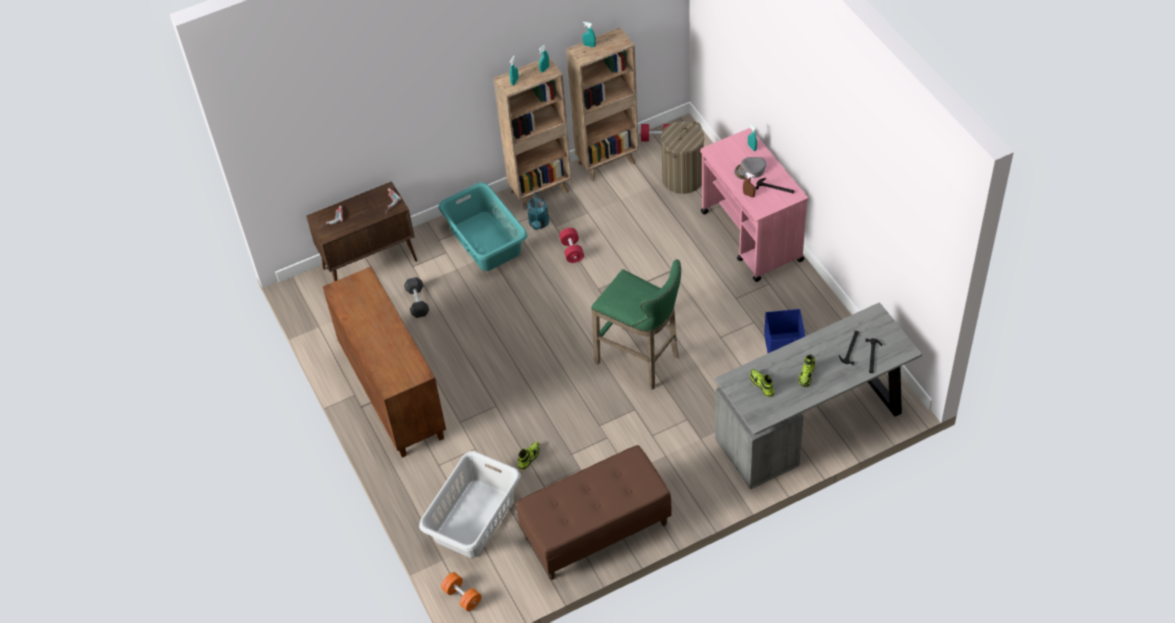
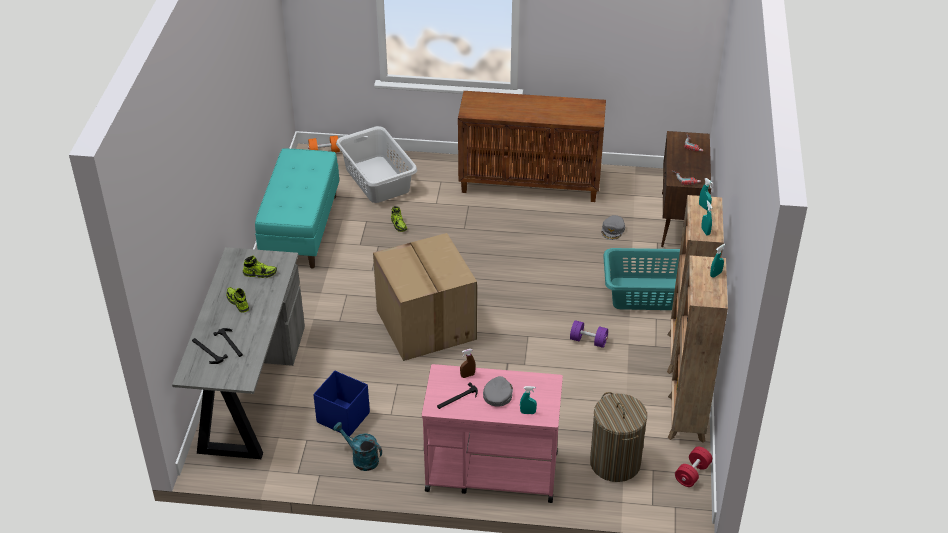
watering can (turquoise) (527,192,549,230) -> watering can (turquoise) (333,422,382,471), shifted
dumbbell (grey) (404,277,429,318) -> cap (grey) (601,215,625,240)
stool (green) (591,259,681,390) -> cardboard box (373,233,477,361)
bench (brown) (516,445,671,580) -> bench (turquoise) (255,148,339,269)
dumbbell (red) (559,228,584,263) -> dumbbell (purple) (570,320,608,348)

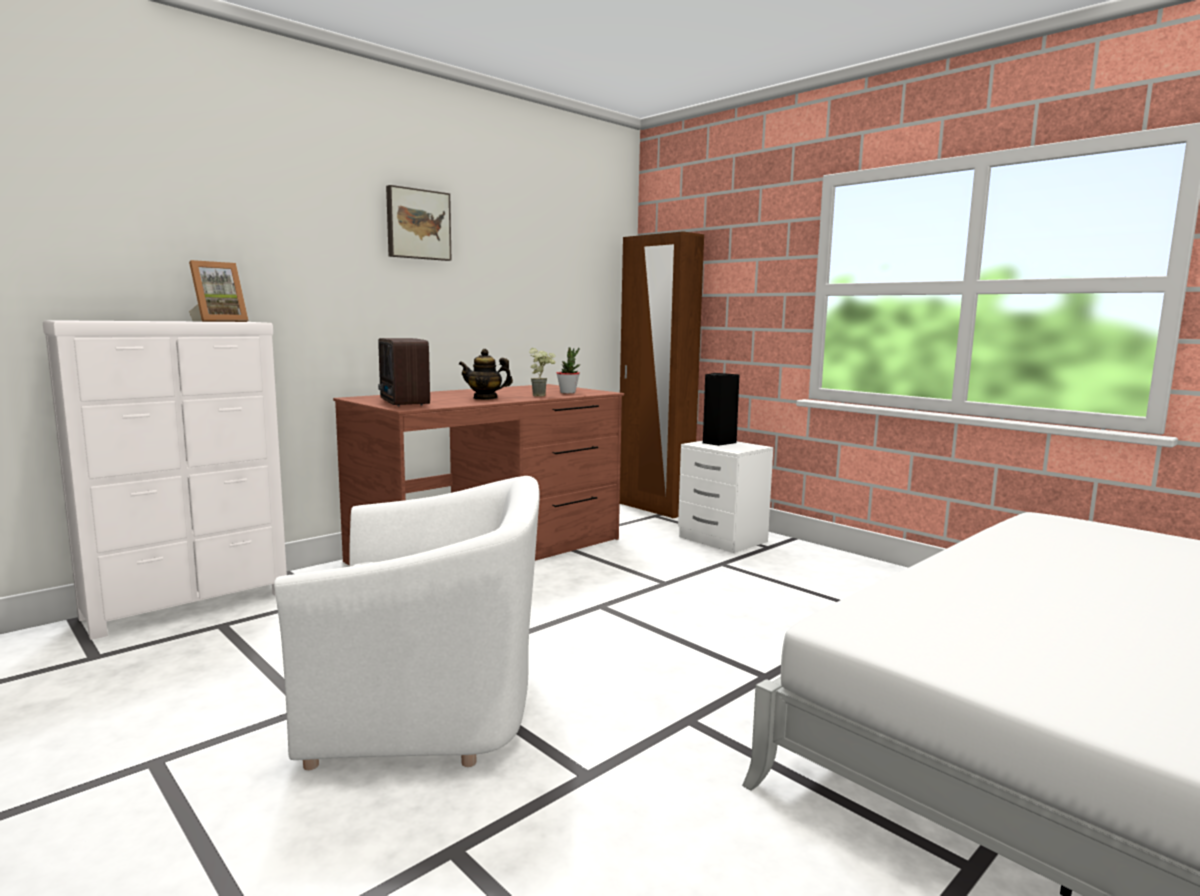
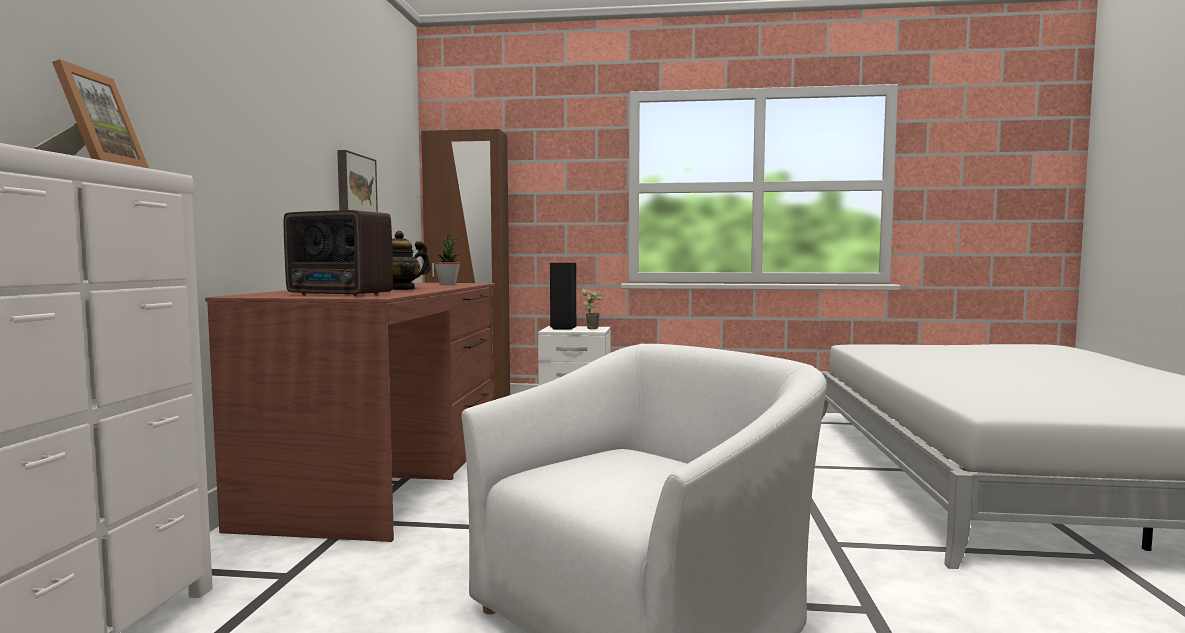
picture (386,185,451,261) -> picture (337,150,378,212), shifted
potted plant (529,348,556,397) -> potted plant (581,288,603,329), shifted

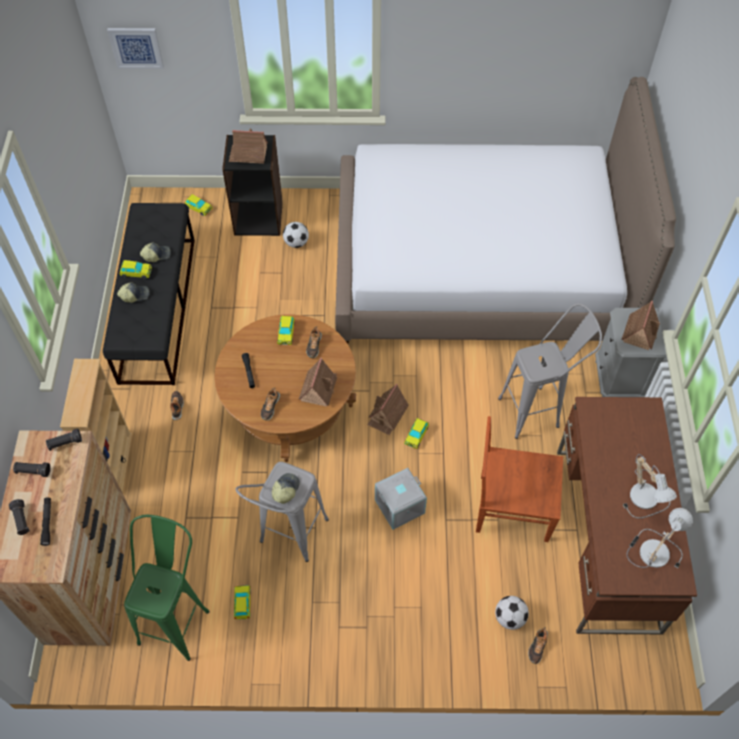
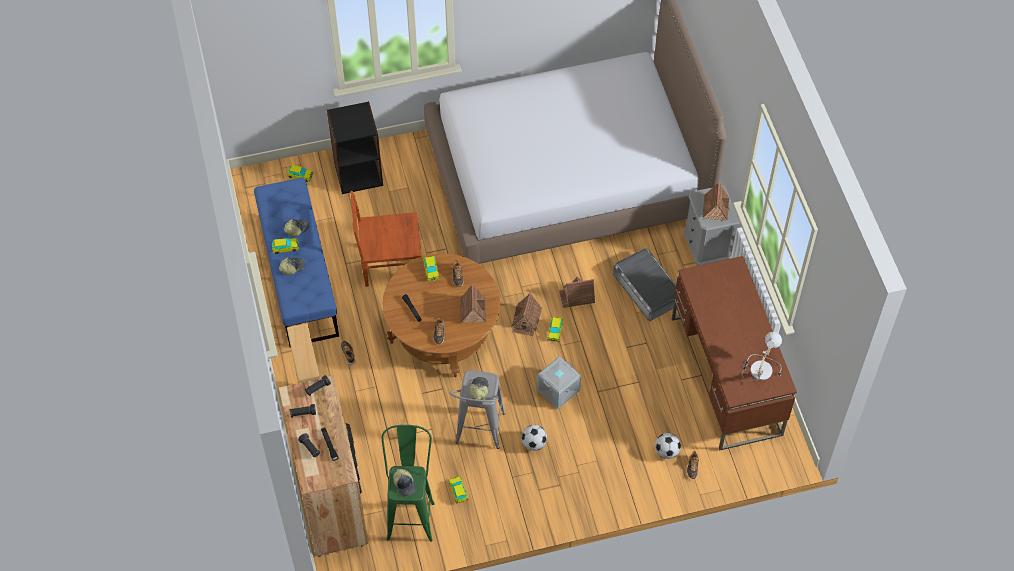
picture (107,28,164,69) -> none
table lamp (623,454,677,518) -> none
none -> cap (393,468,416,497)
toy house (229,128,268,164) -> toy house (559,276,595,308), shifted
football (283,222,309,248) -> football (521,425,547,451), shifted
chair (brown) (476,416,563,542) -> chair (brown) (350,191,422,287), shifted
stool (grey) (498,303,602,439) -> storage box (grey) (613,248,676,321)
bench (black) (103,203,195,385) -> bench (blue) (254,178,339,347)

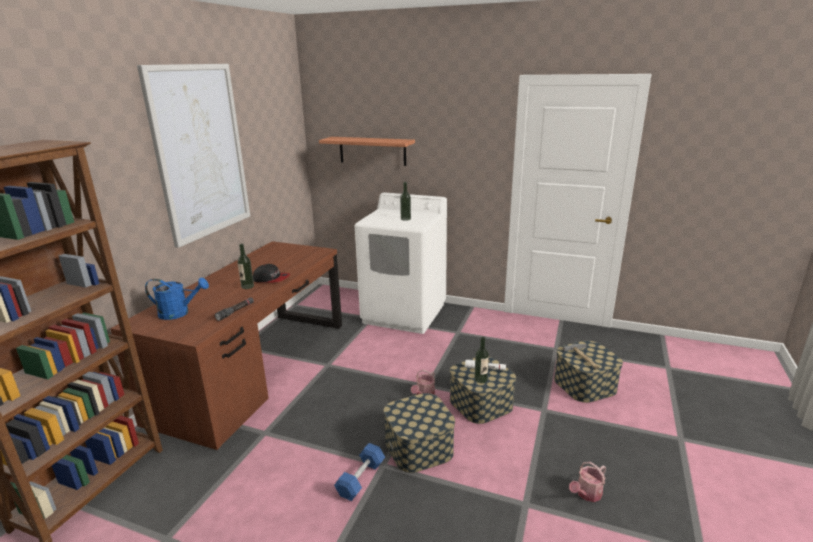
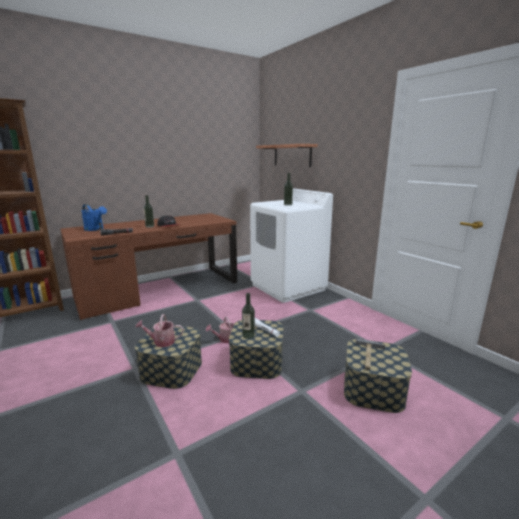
picture (137,64,250,248) -> none
dumbbell (blue) (334,443,385,501) -> none
watering can (569,462,606,502) -> watering can (136,314,184,347), shifted

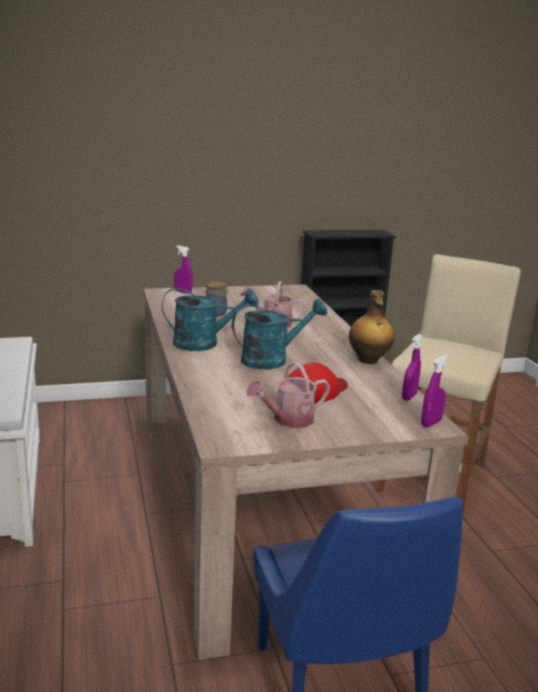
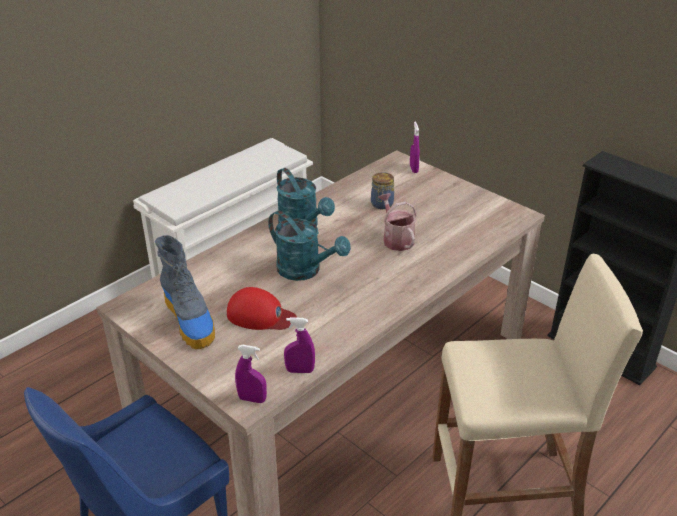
bottle (349,290,395,364) -> none
watering can (246,362,330,428) -> boot (155,235,215,349)

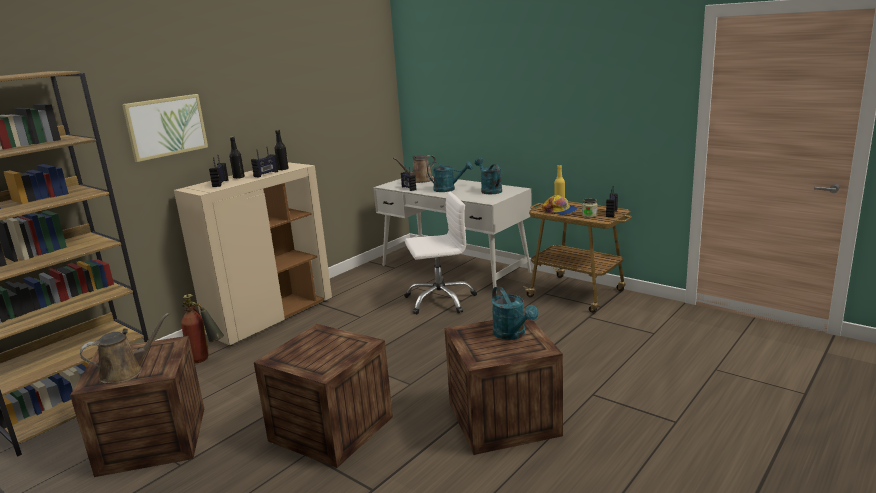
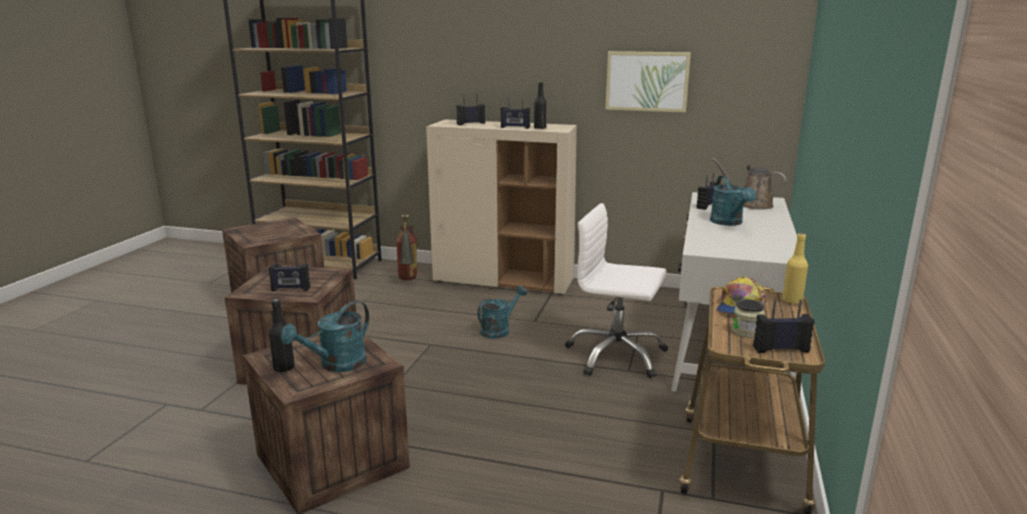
watering can (brown) (80,313,169,384) -> none
none -> radio (269,253,310,291)
picture (122,94,208,162) -> picture (605,51,691,113), shifted
bottle (black) (229,136,245,179) -> bottle (black) (269,299,295,372), shifted
watering can (turquoise) (475,158,502,194) -> watering can (turquoise) (477,286,527,339), shifted
office chair (white) (404,192,477,315) -> office chair (white) (565,203,668,378), 150 degrees clockwise

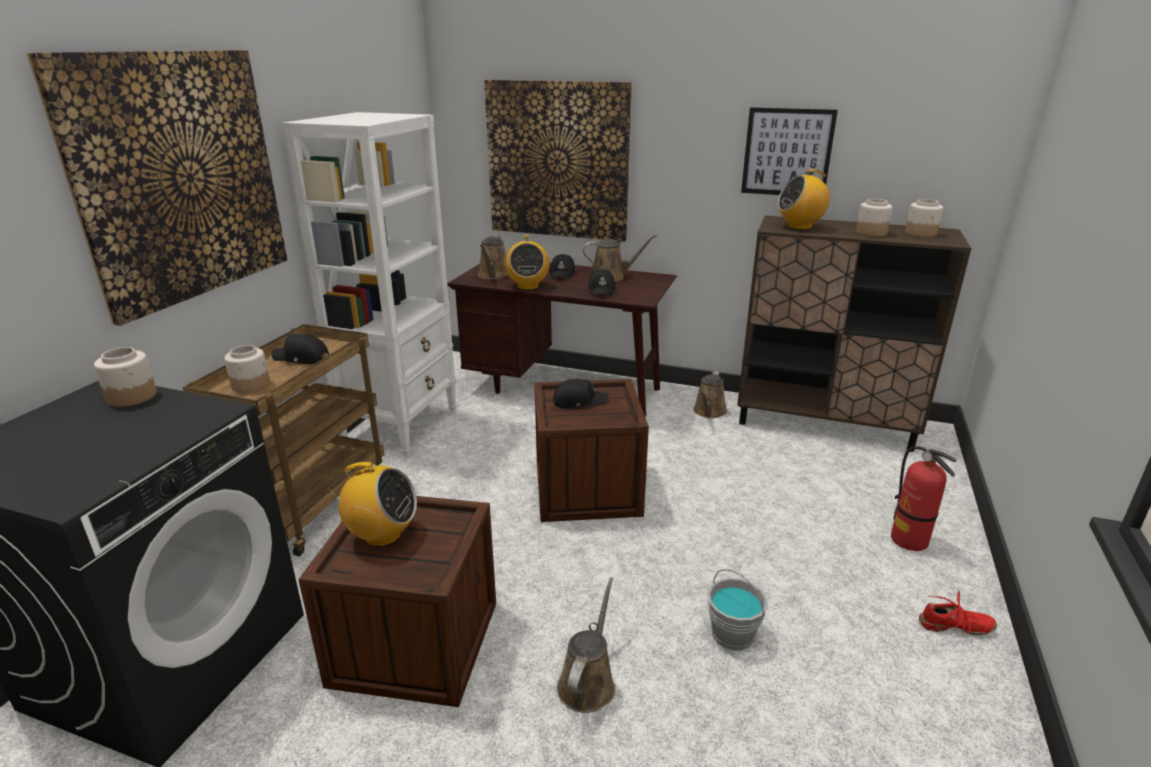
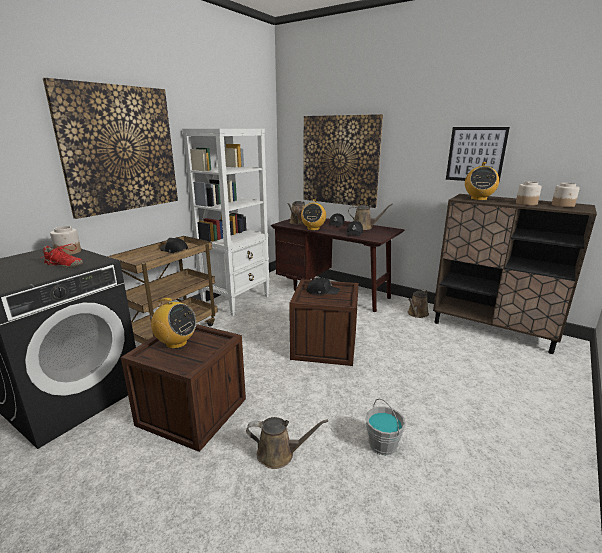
jar (224,345,270,393) -> none
fire extinguisher (891,446,956,551) -> none
shoe (red) (919,591,997,636) -> shoe (red) (41,244,83,268), shifted
watering can (brown) (557,577,615,713) -> watering can (brown) (246,417,328,469), 60 degrees clockwise
radio (777,169,830,230) -> radio (465,162,499,201), 75 degrees counterclockwise

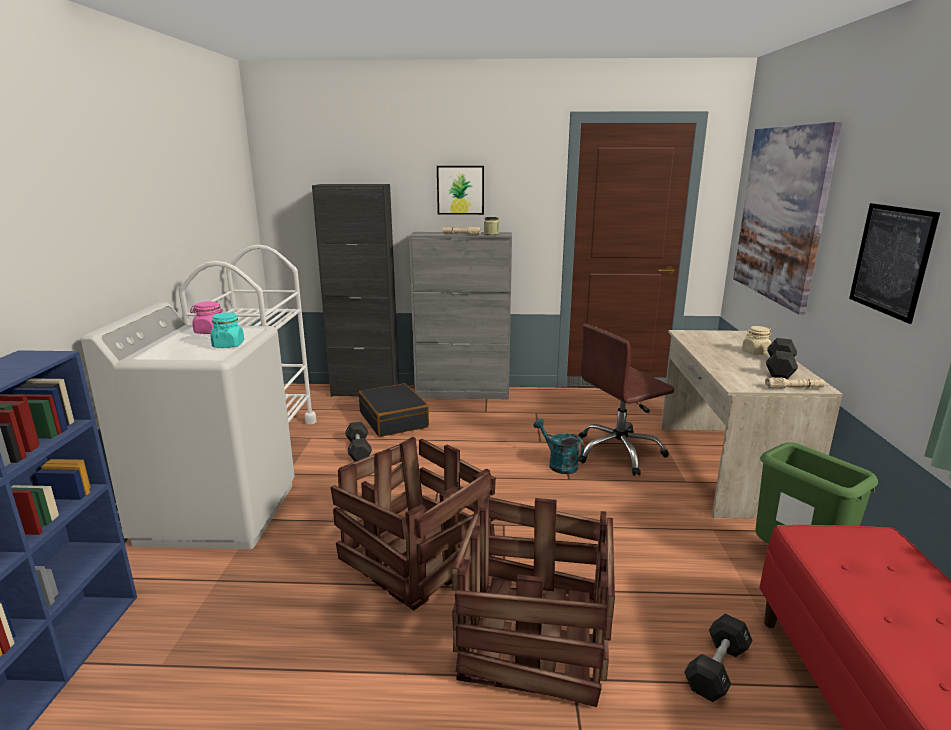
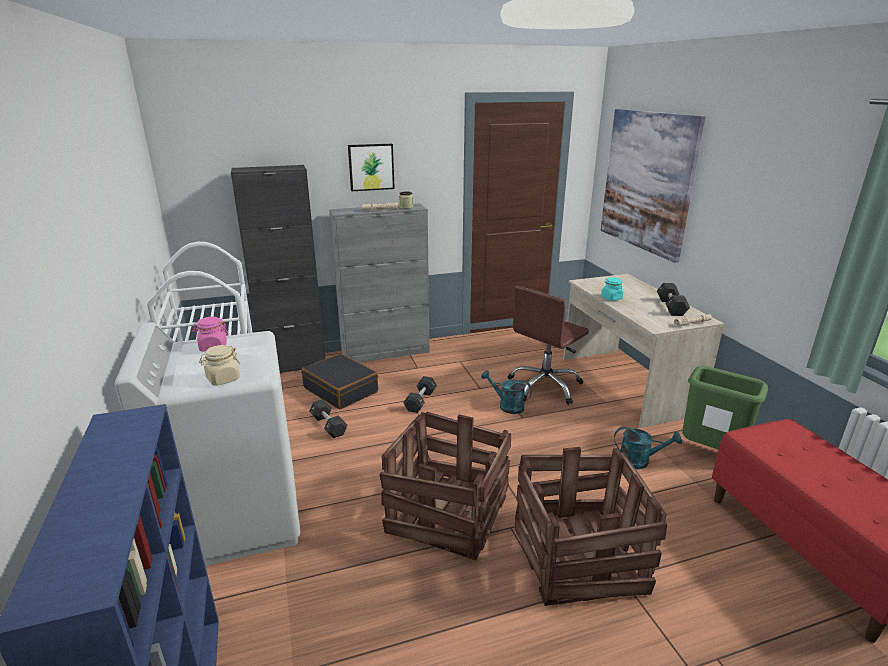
picture (849,203,940,324) -> none
none -> watering can (turquoise) (614,427,682,469)
jar (turquoise) (210,312,244,348) -> jar (turquoise) (601,277,623,301), shifted
dumbbell (black) (684,614,752,702) -> dumbbell (black) (403,376,437,413), shifted
jar (beige) (742,326,771,355) -> jar (beige) (199,345,240,386), shifted

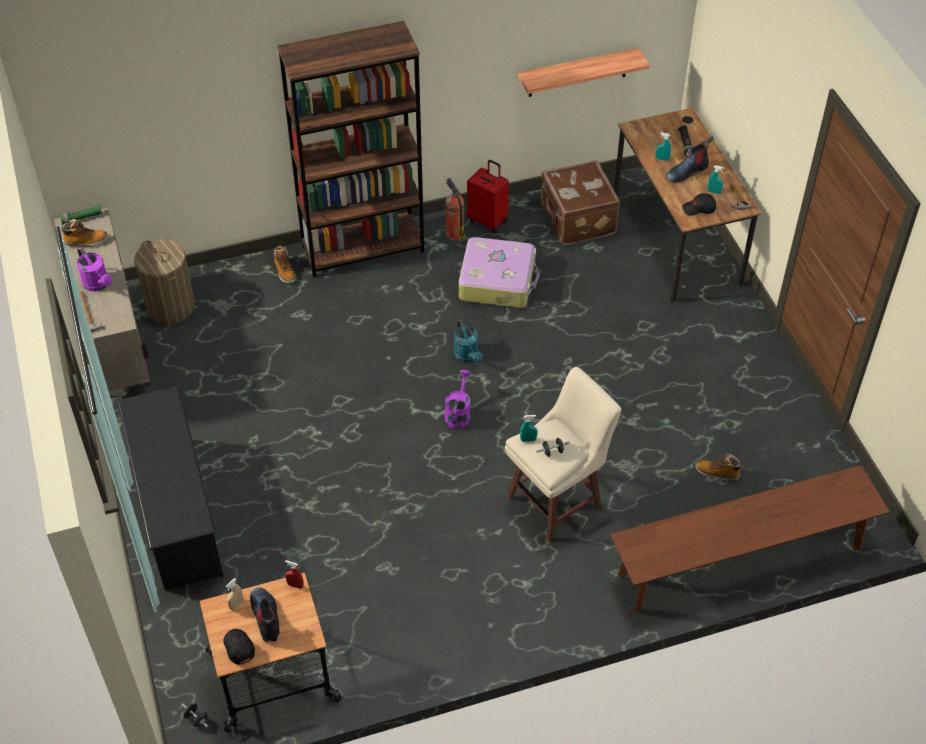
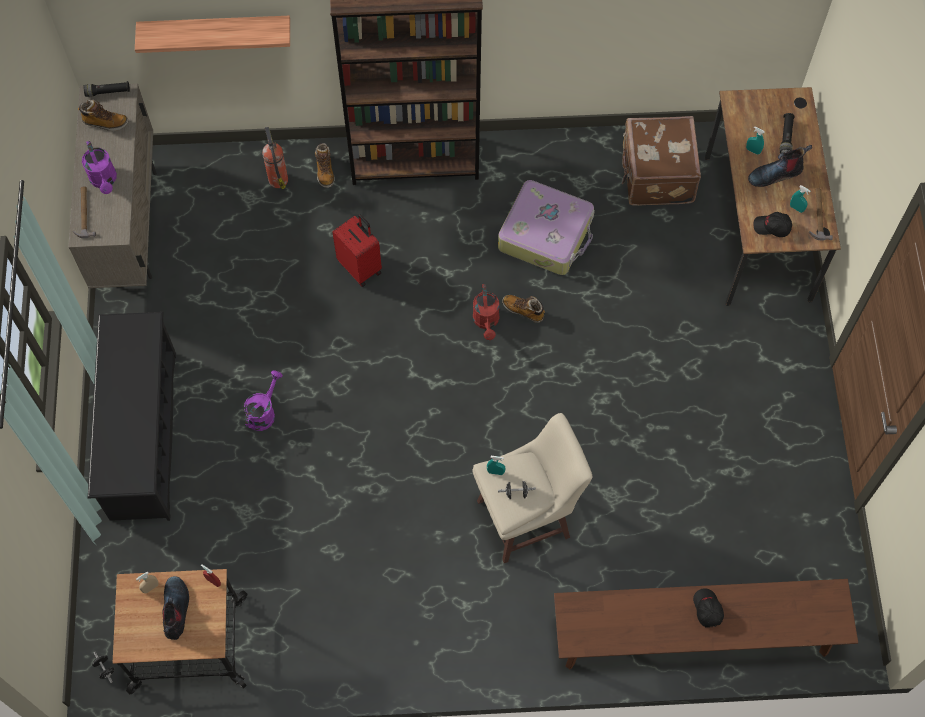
laundry basket (134,239,195,324) -> none
cap (black) (223,629,255,665) -> cap (black) (693,588,724,628), shifted
watering can (purple) (445,370,471,429) -> watering can (purple) (244,370,282,431), shifted
fire extinguisher (446,178,465,241) -> fire extinguisher (262,127,288,189), shifted
suitcase (red) (467,160,509,233) -> suitcase (red) (332,215,382,287), shifted
shelf (518,48,650,97) -> shelf (135,16,290,53), shifted
boot (695,453,743,480) -> boot (502,295,545,323), shifted
flashlight (green) (59,205,102,225) -> flashlight (black) (83,81,130,97)
watering can (turquoise) (454,320,483,363) -> watering can (red) (473,284,499,340)

